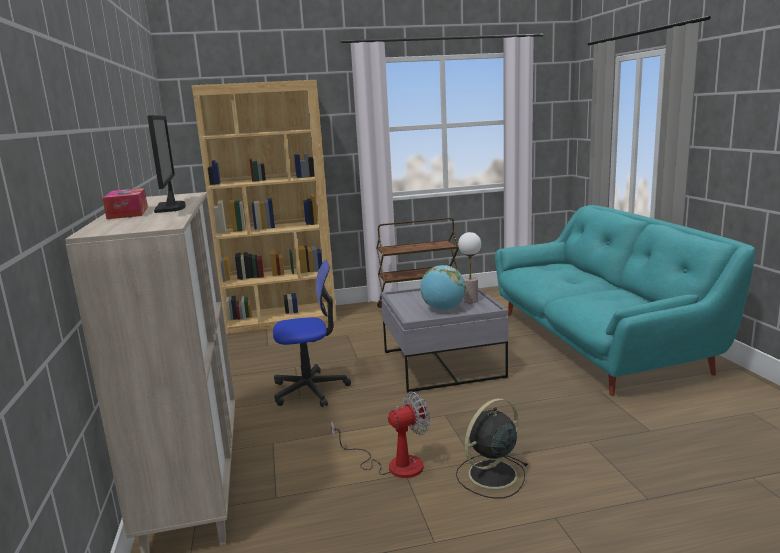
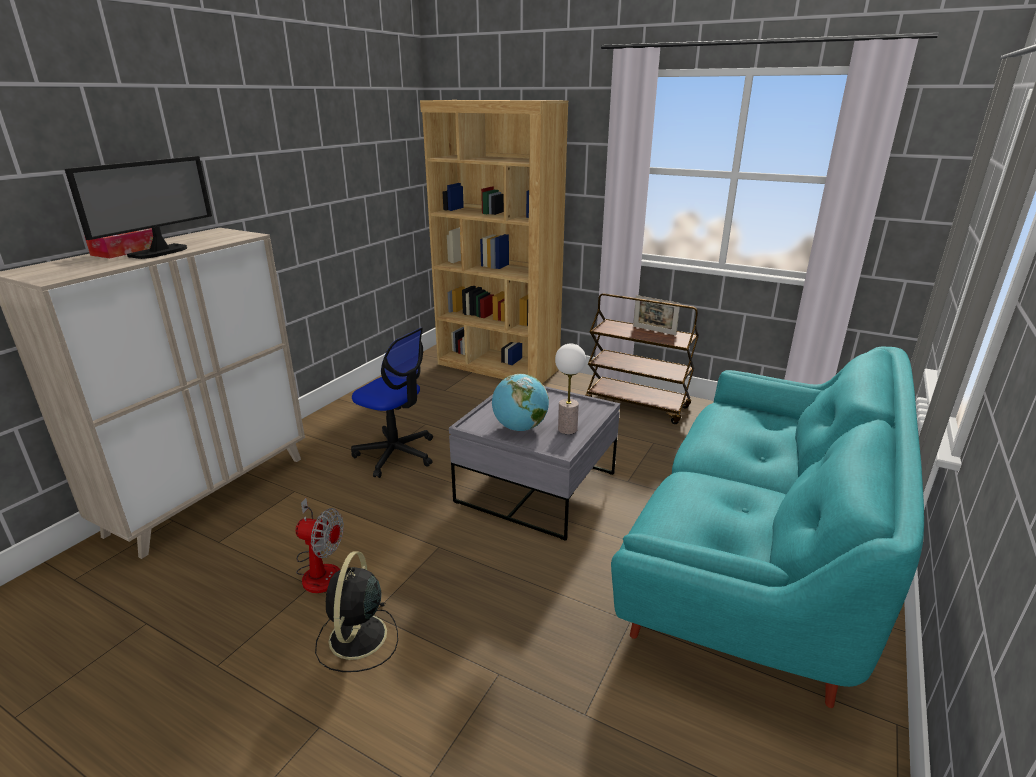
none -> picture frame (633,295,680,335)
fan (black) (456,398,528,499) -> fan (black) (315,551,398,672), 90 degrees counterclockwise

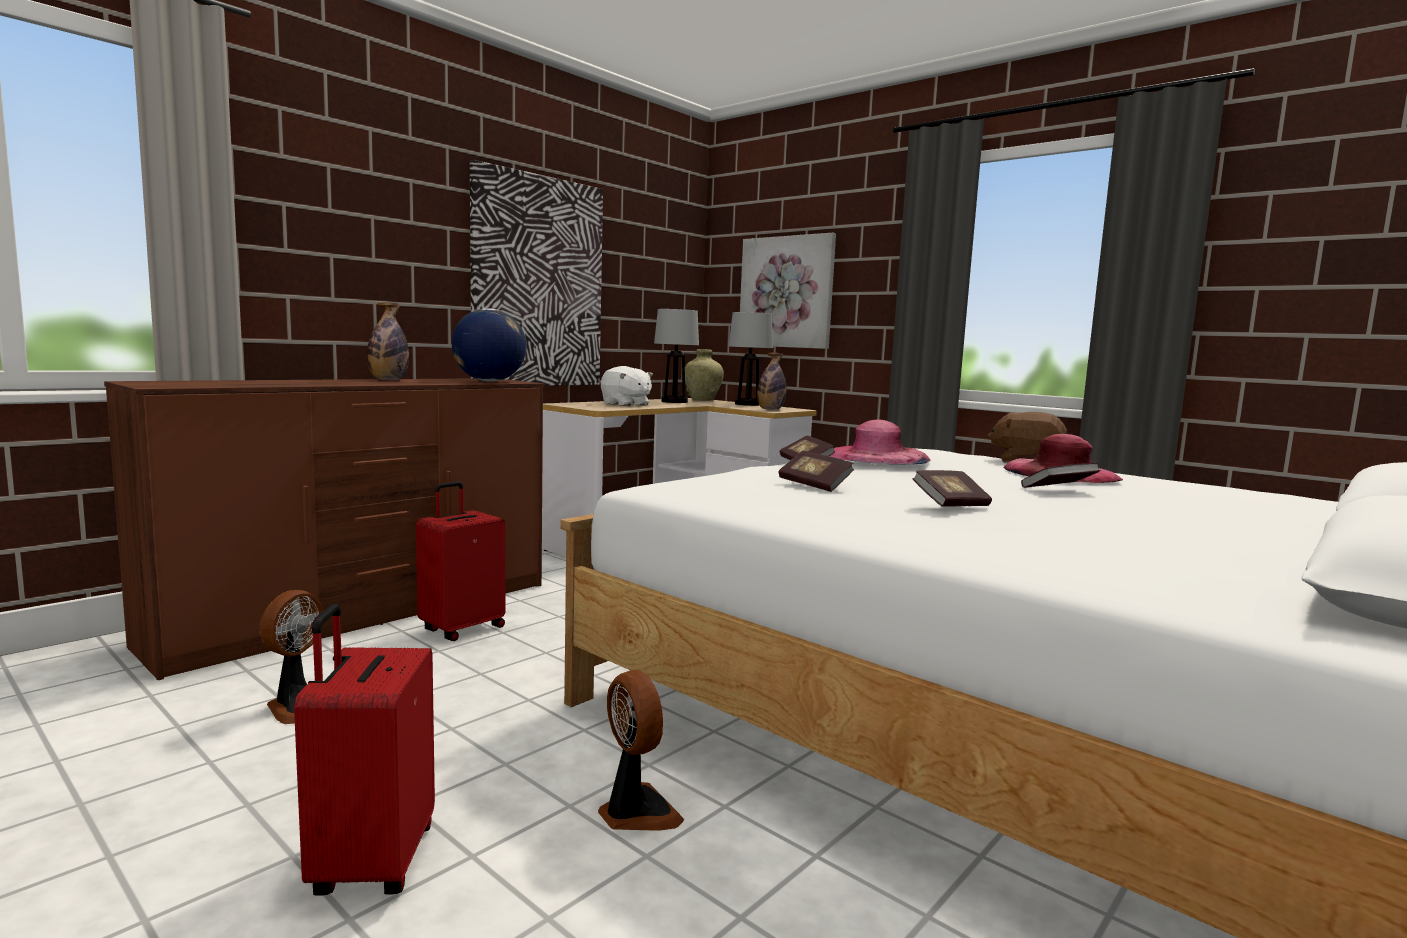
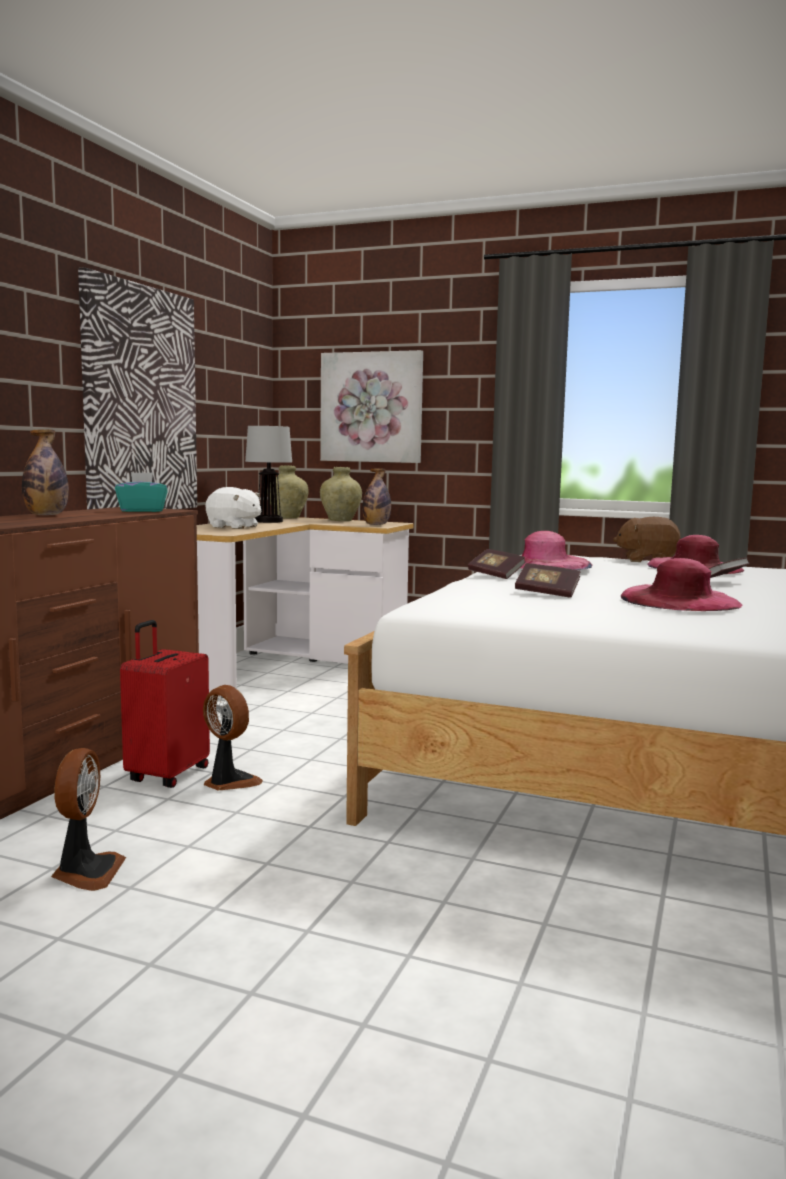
suitcase (red) (294,604,435,896) -> none
fan (598,670,684,831) -> fan (203,685,263,790), shifted
globe (452,308,526,382) -> tissue box (turquoise) (115,472,167,512)
table lamp (728,312,773,406) -> vase (beige) (320,467,362,521)
book (912,470,992,507) -> hat (pink) (621,558,742,611)

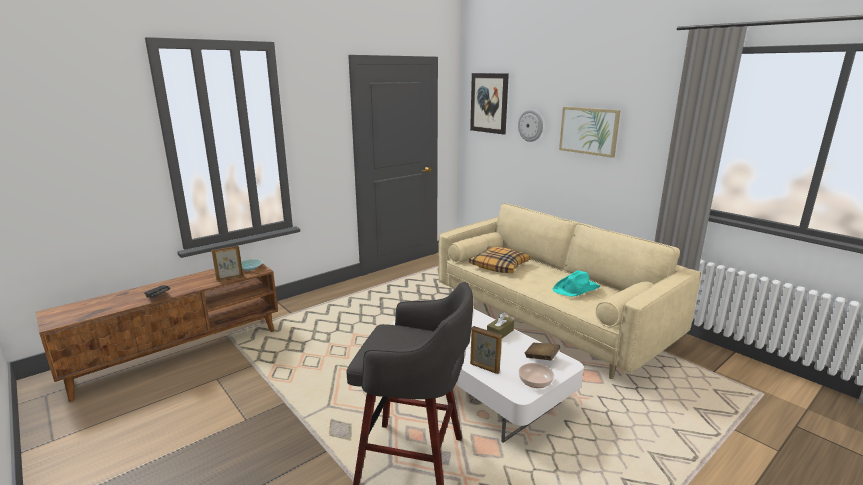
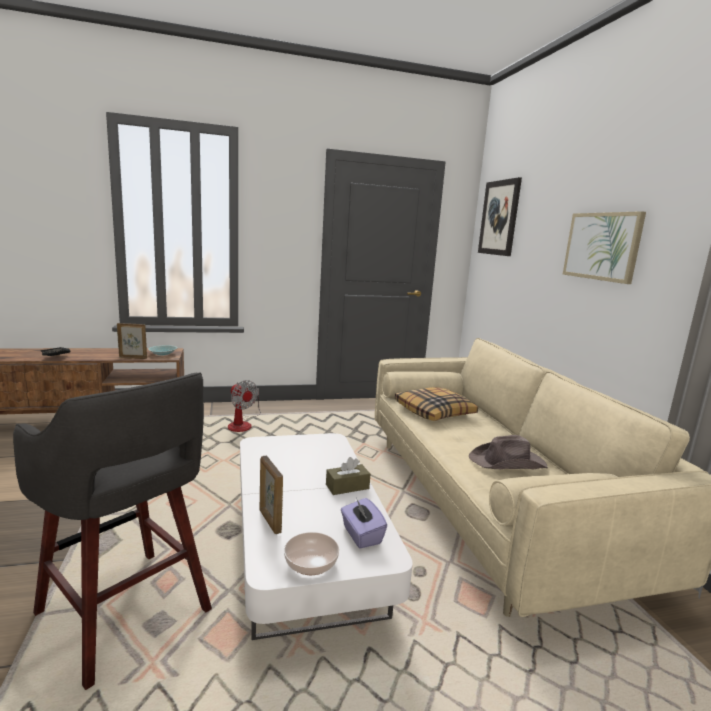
wall clock (518,110,543,142) -> none
none -> fan (228,380,261,432)
book (brown) (524,343,560,361) -> tissue box (purple) (341,498,387,548)
hat (turquoise) (553,270,601,297) -> hat (brown) (469,435,548,470)

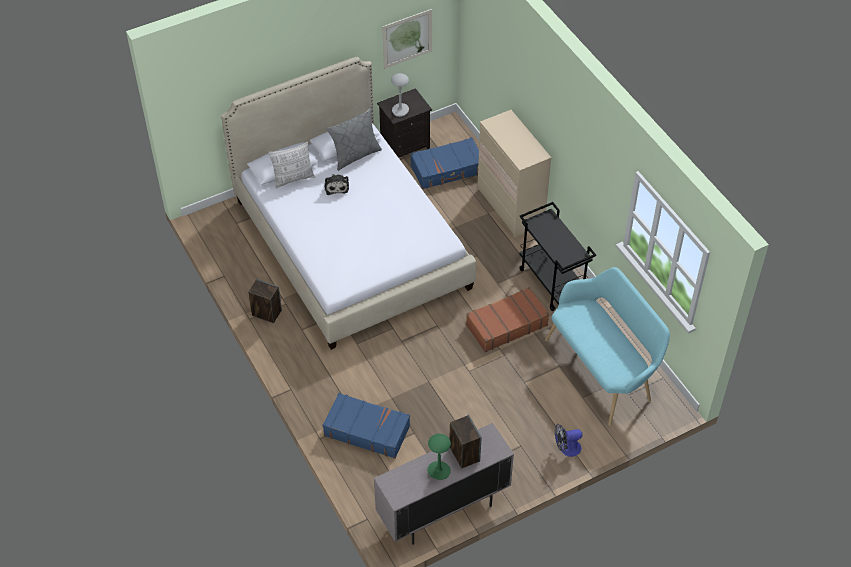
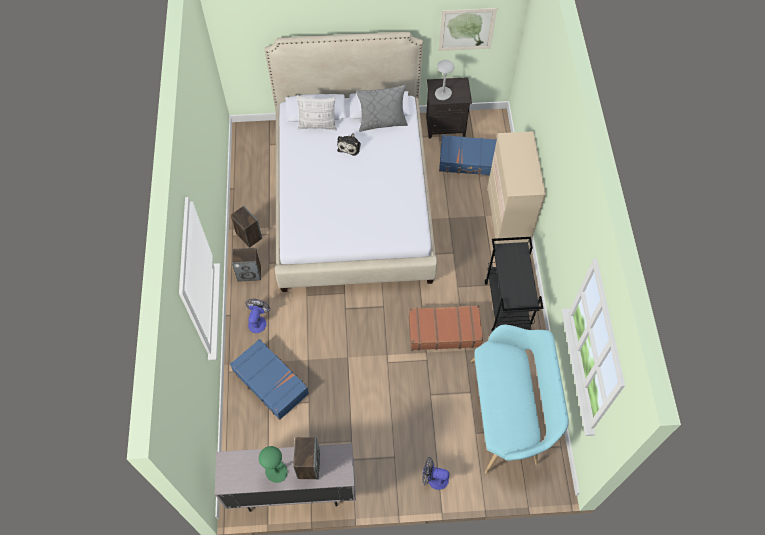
none -> speaker (232,248,261,282)
none -> fan (246,299,270,333)

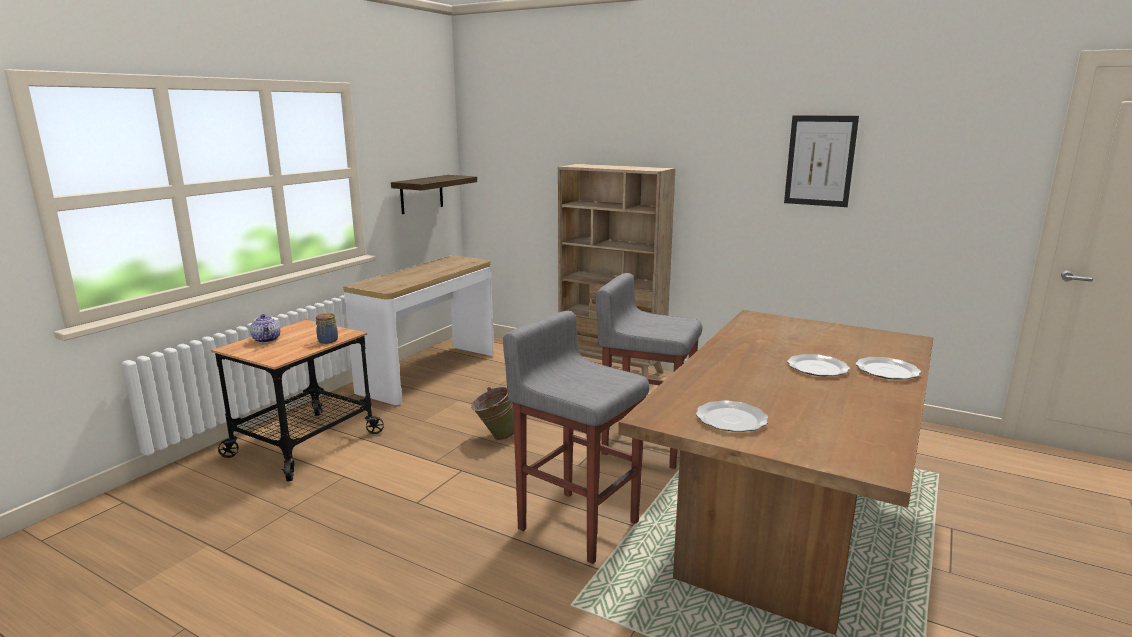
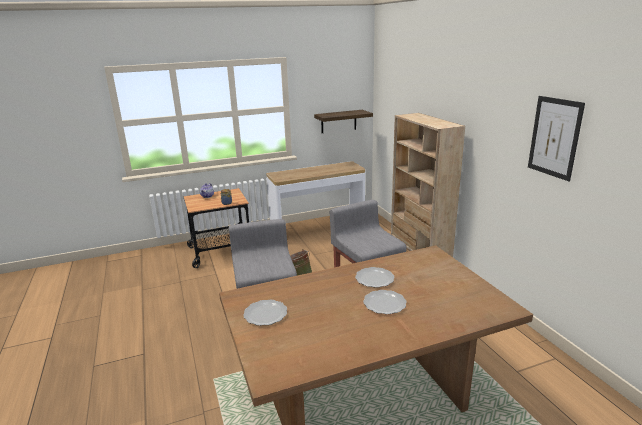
plate (856,357,921,380) -> plate (355,267,394,288), shifted

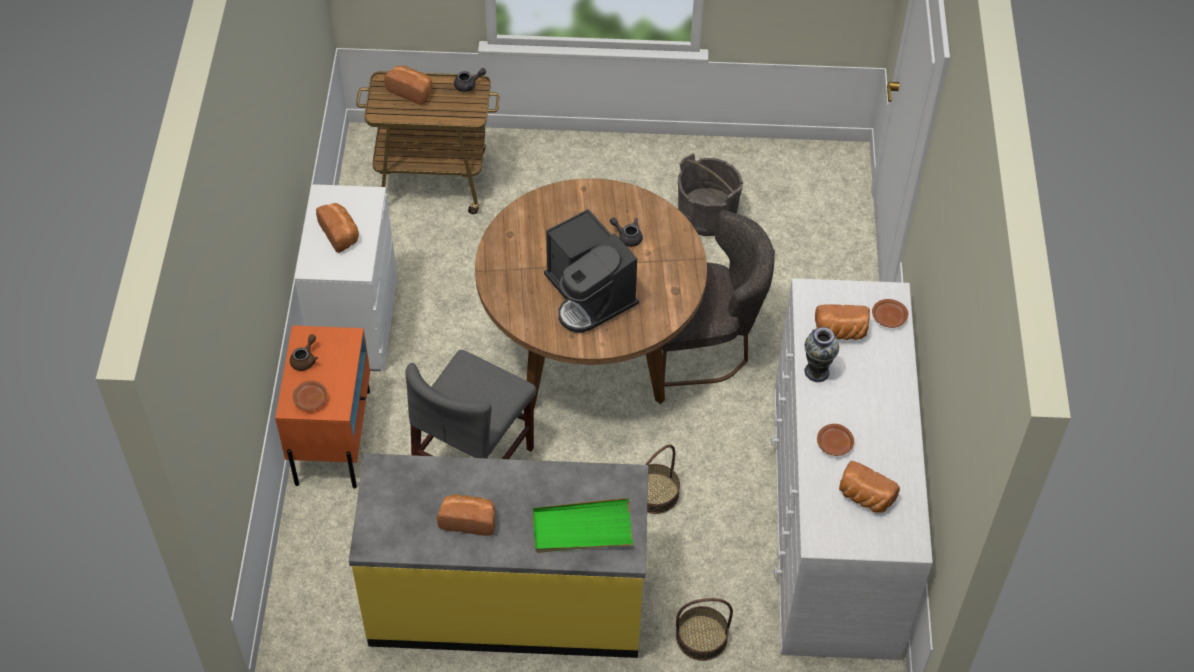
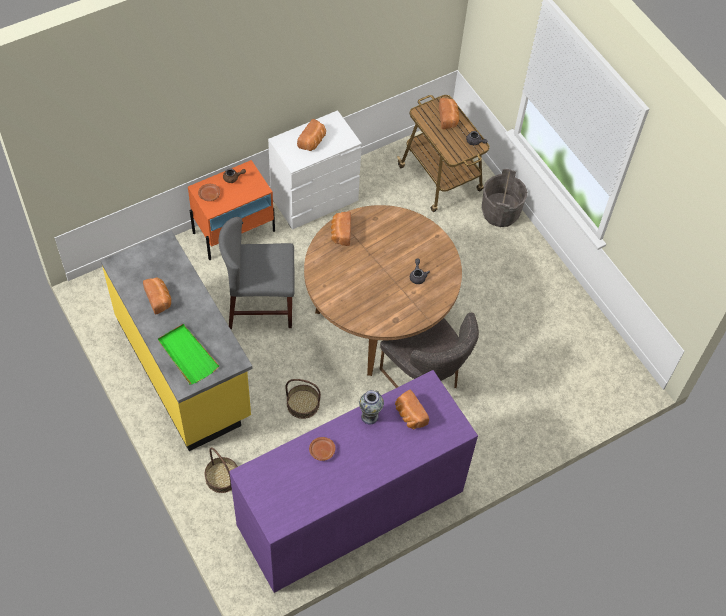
coffee machine (544,209,639,333) -> none
plate (brown) (872,299,908,328) -> none
bucket (grey) (678,153,743,236) -> bucket (grey) (482,169,527,227), shifted
bread (839,461,900,513) -> bread (331,212,351,246), shifted
dresser (white) (771,278,933,660) -> dresser (purple) (229,370,478,593)

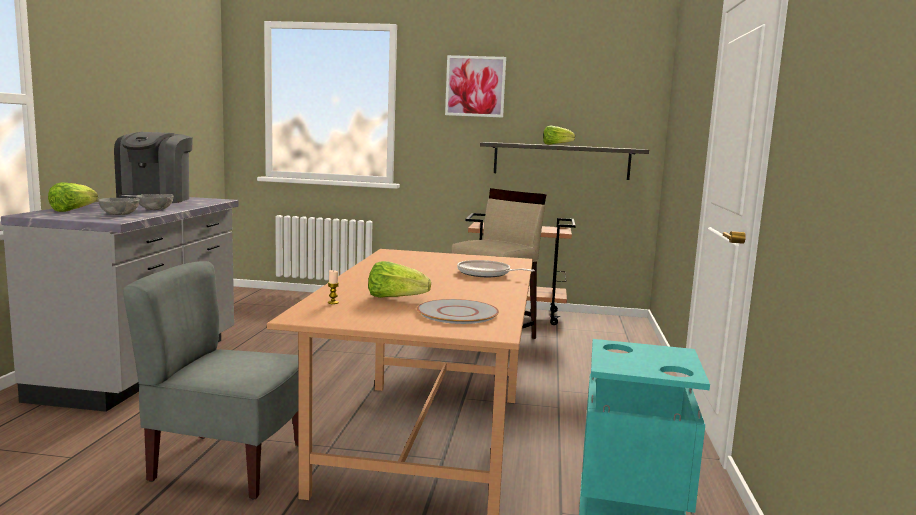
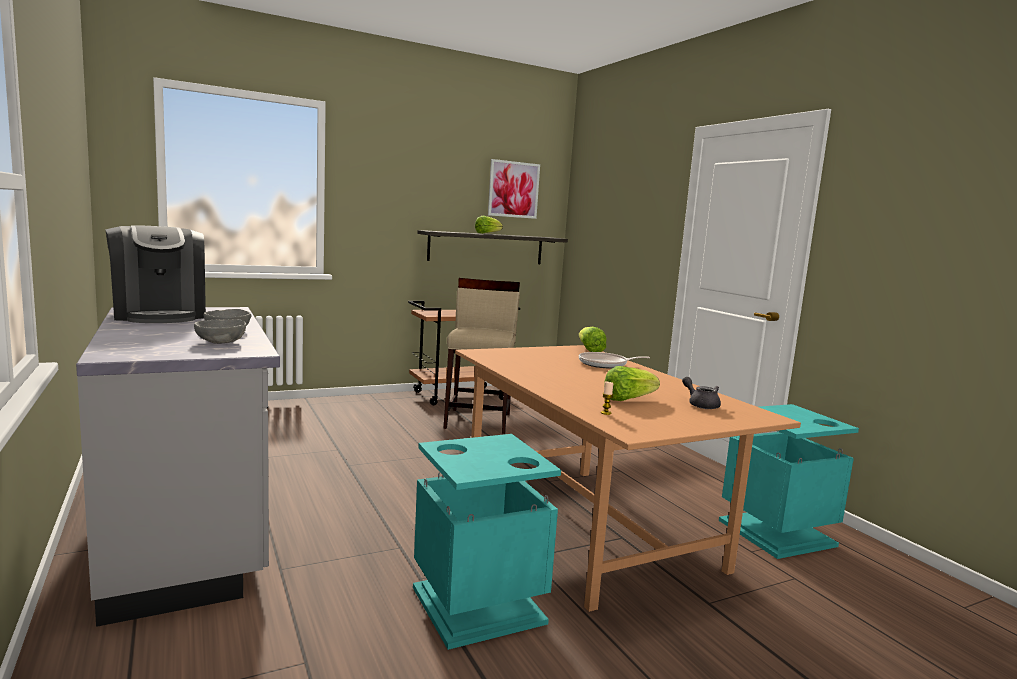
lettuce (48,182,98,212) -> lettuce (579,327,606,352), shifted
picture (445,55,506,118) -> picture (488,159,540,219), shifted
chair (grey) (123,261,298,500) -> trash can (turquoise) (413,434,561,650)
plate (grey) (417,299,499,324) -> teapot (grey) (682,377,721,409)

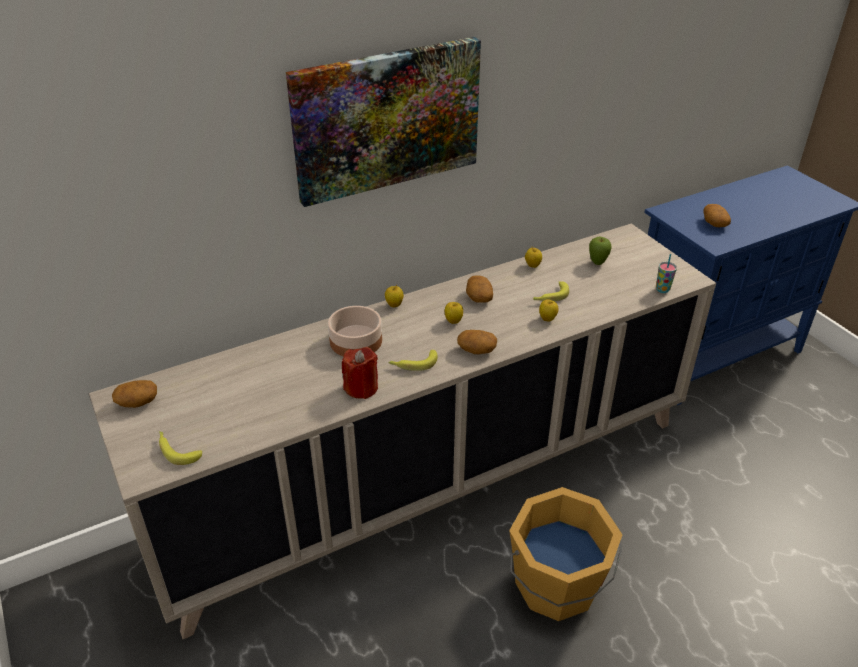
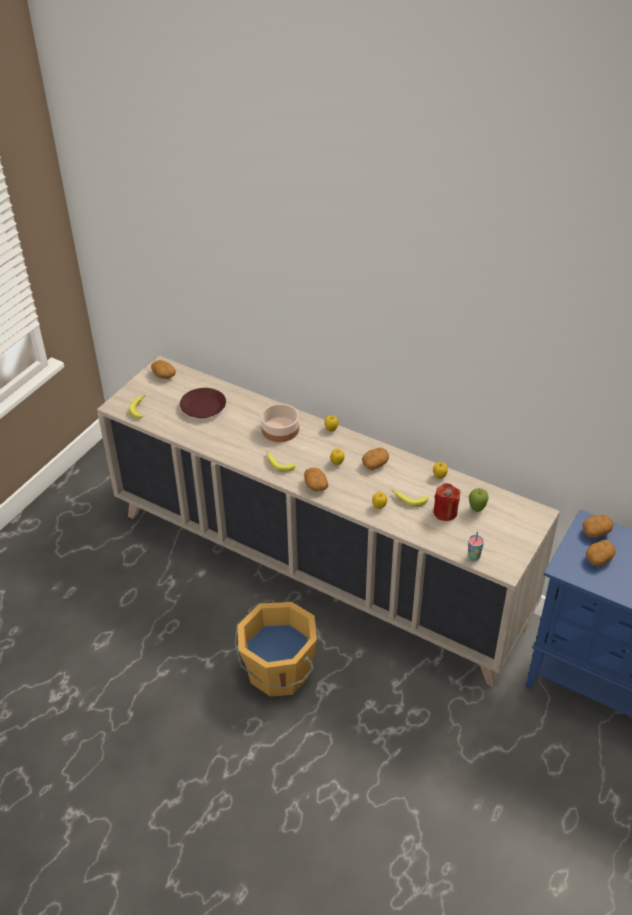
picture (286,37,481,207) -> none
none -> plate (brown) (180,388,226,418)
none -> potato (583,515,613,538)
candle (red) (342,347,378,399) -> candle (red) (433,483,460,521), shifted

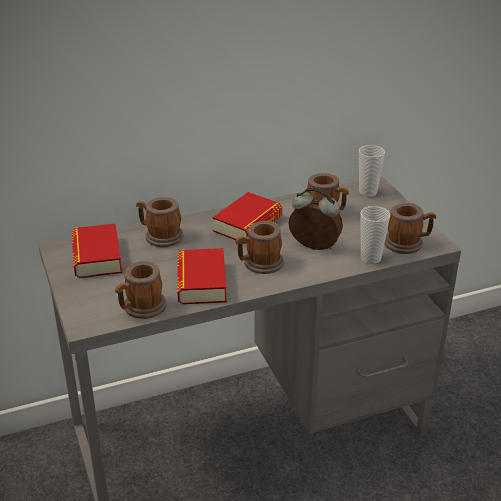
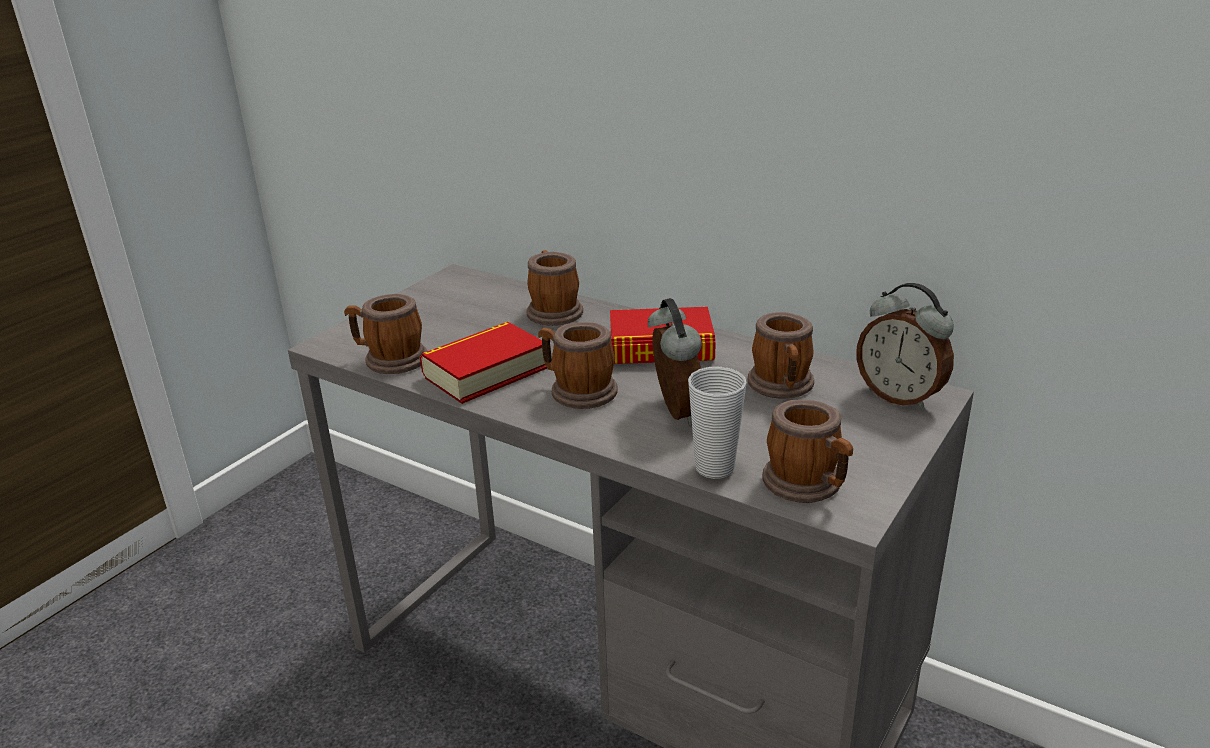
book (72,223,122,278) -> none
cup (359,145,385,197) -> alarm clock (857,283,954,410)

